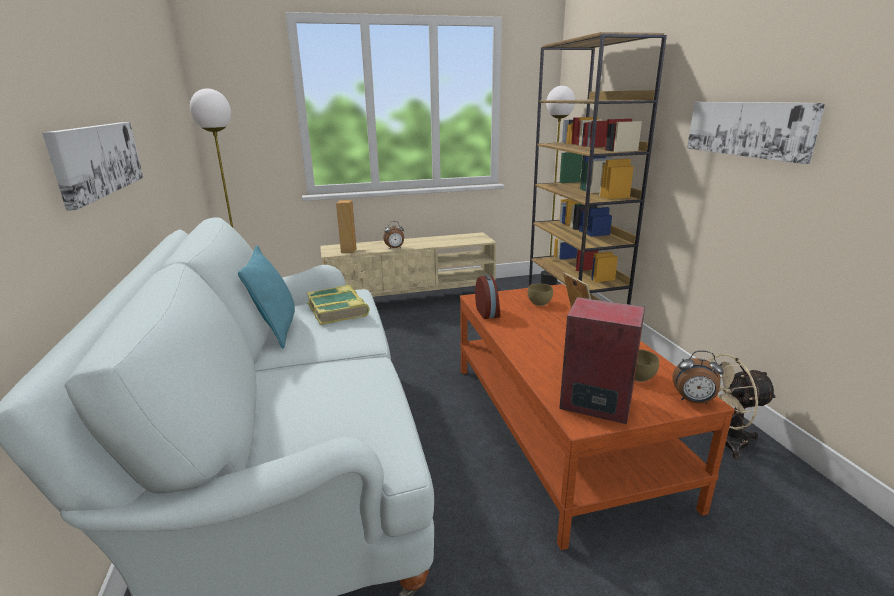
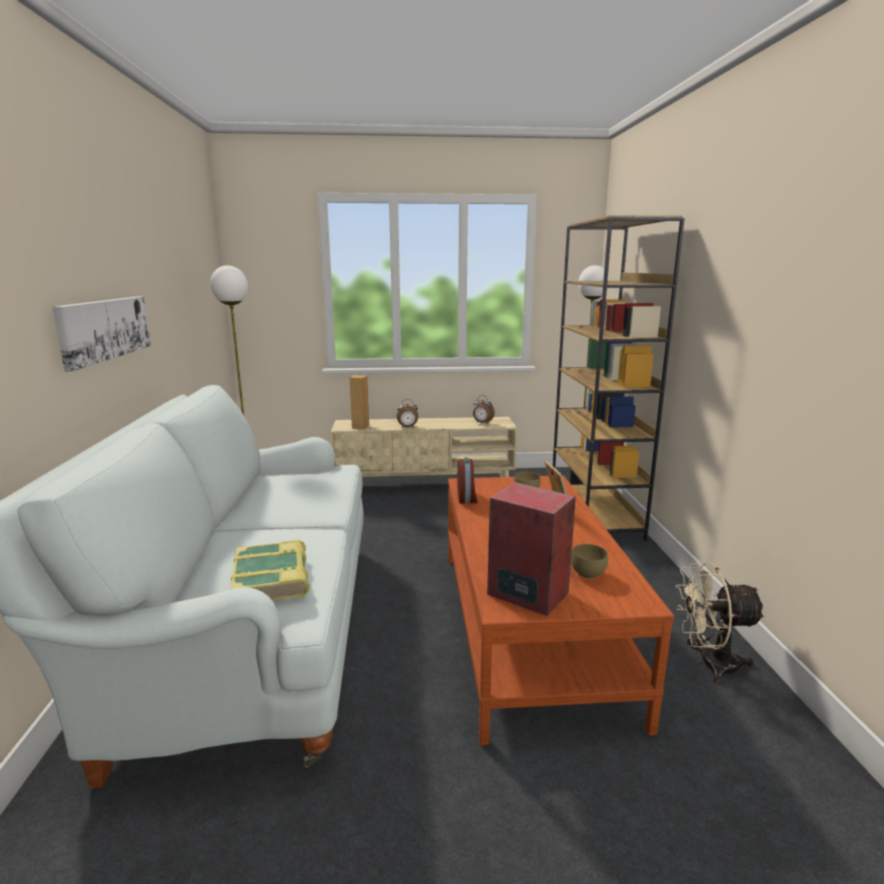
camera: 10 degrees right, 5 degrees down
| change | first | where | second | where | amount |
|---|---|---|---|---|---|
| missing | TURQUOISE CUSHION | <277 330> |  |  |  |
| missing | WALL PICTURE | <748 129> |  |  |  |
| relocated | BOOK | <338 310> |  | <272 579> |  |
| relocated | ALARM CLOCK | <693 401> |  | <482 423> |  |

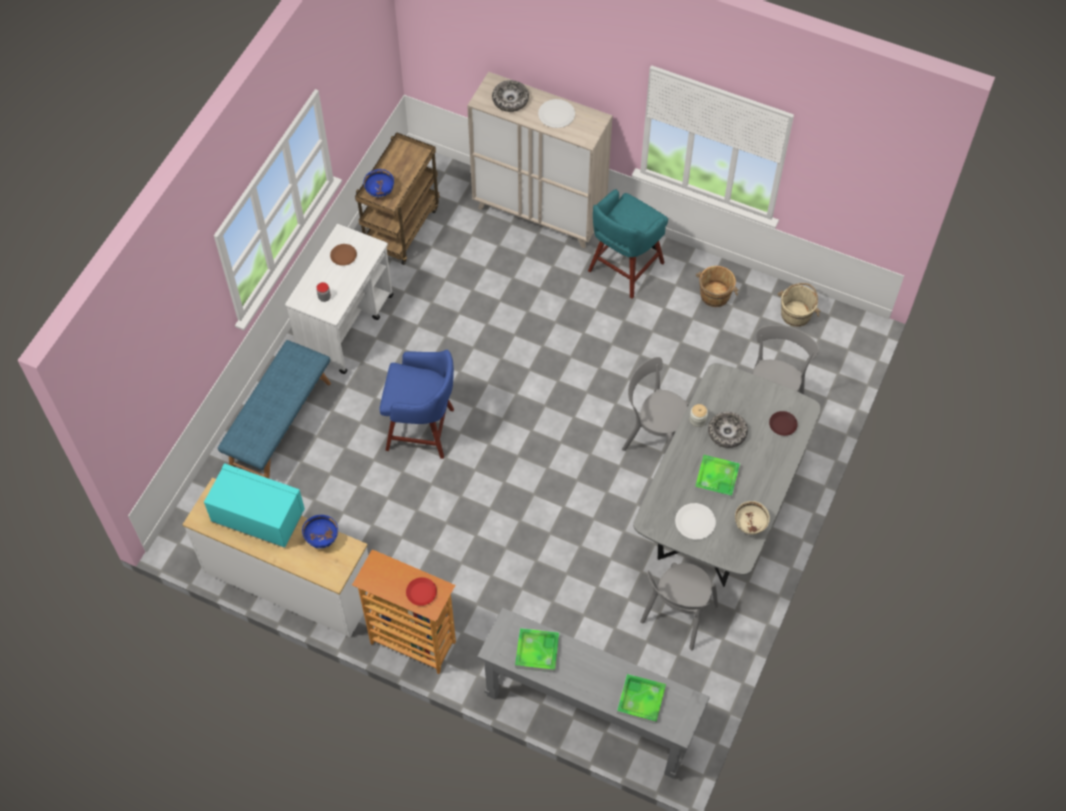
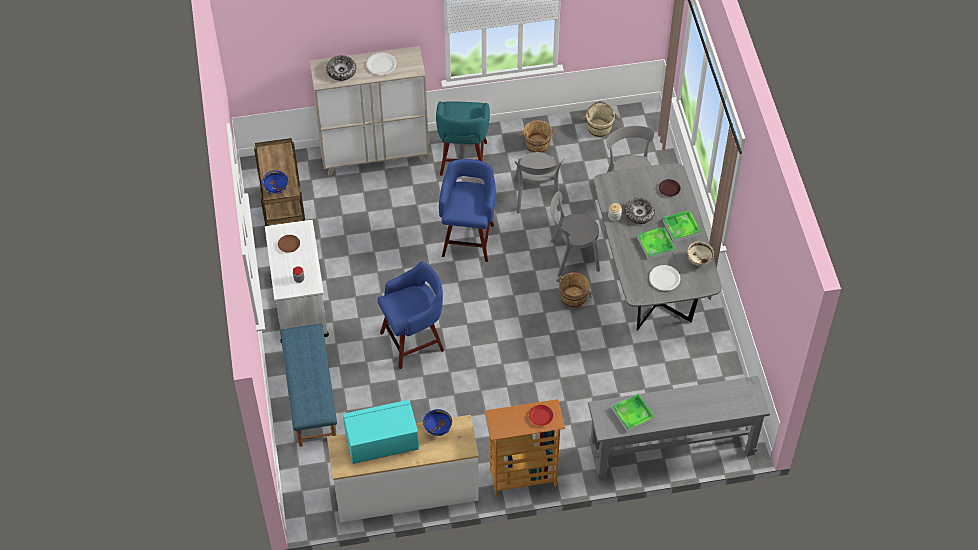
camera: 35 degrees left, 5 degrees down
| change | first | where | second | where | amount |
|---|---|---|---|---|---|
| appeared |  |  | BLUISH STOOL SEAT | <468 238> |  |
| appeared |  |  | BROWN-COLOURED PAIL | <573 298> |  |
| relocated | SERVING TRAY | <641 700> |  | <681 227> |  |
| relocated | GRAY PLAIN CHAIR | <677 617> |  | <537 198> |  |

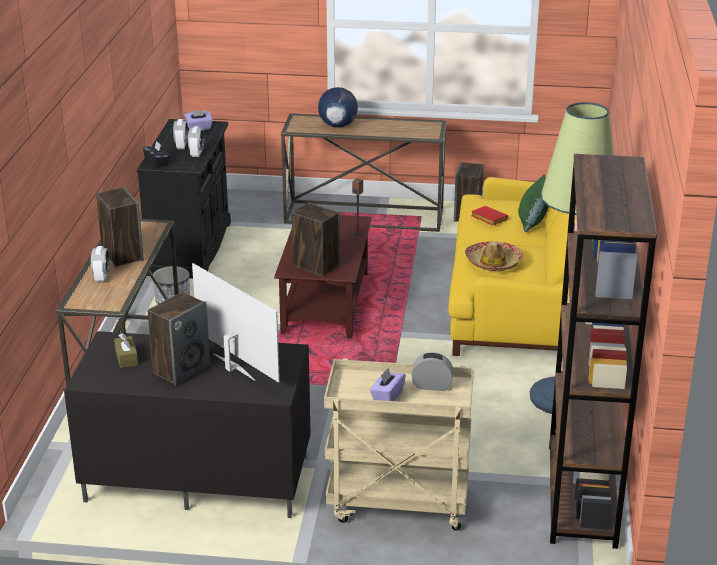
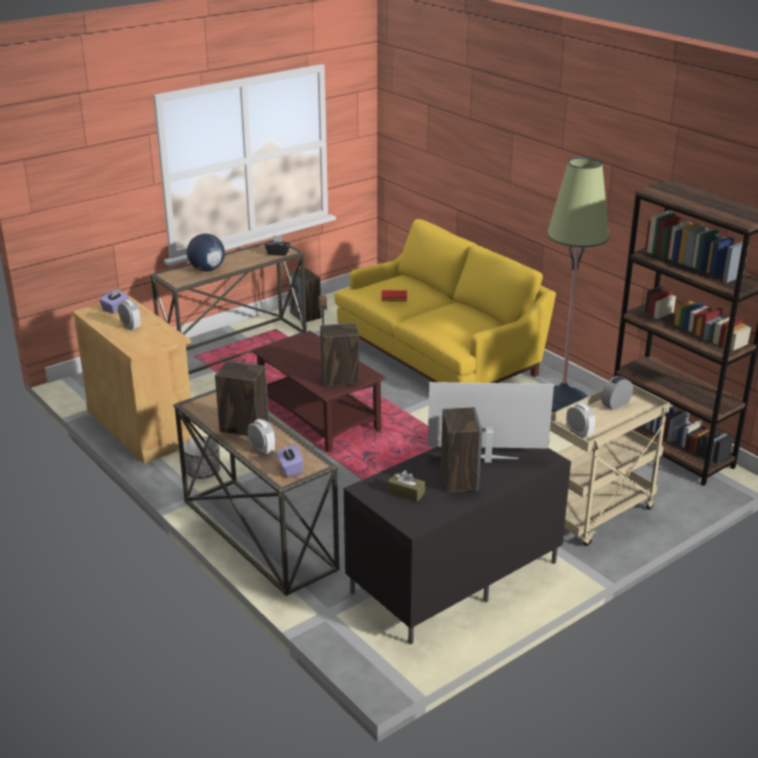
camera: 45 degrees left, 0 degrees up
| change | first | where | second | where | amount |
|---|---|---|---|---|---|
| missing | WEARABLE HAT | <493 262> |  |  |  |
| missing | GREENISH CUSHION | <532 222> |  |  |  |
| relocated | BLACK BOX OF TISSUES | <157 163> |  | <278 253> |  |
| relocated | ALARM CLOCK | <197 154> |  | <579 433> |  |
| relocated | PURPLE BOX OF TISSUES | <387 396> |  | <290 469> |  |
| colour | BLACK STORAGE CABINET | <190 248> | SAND-COLOURED STORAGE CABINET | <141 426> |  |

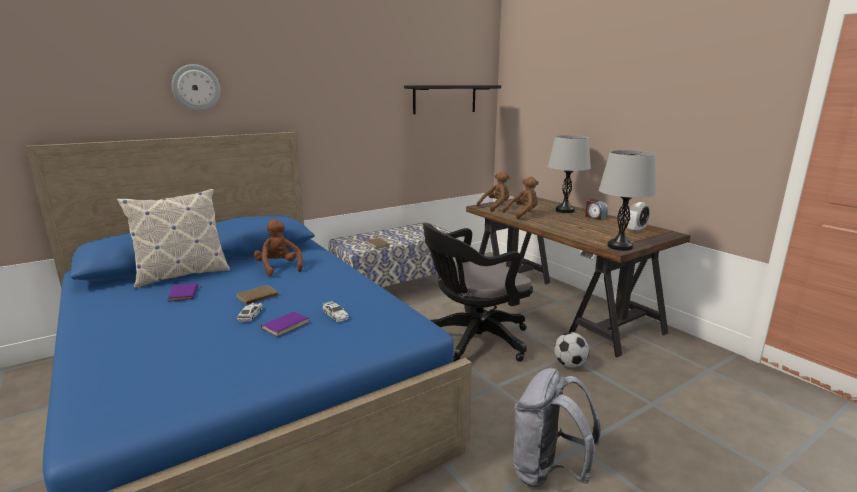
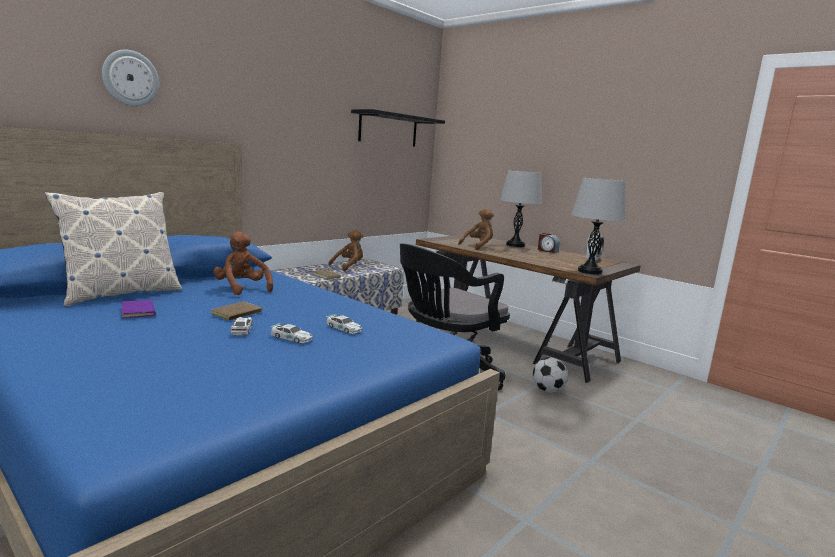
camera: 15 degrees left, 5 degrees down
| change | first | where | second | where | amount |
|---|---|---|---|---|---|
| missing | GRAY RUCKSACK | <548 472> |  |  |  |
| relocated | BROWN-COLOURED PLUSH TOY | <495 207> |  | <349 267> |  |
| exchanged | PURPLE BOOK | <284 325> | TOY CAR | <291 338> |  |

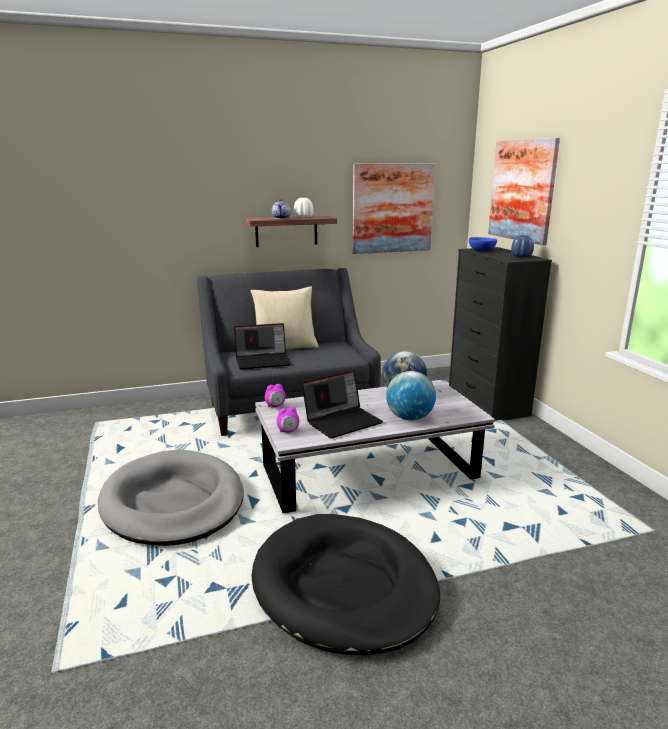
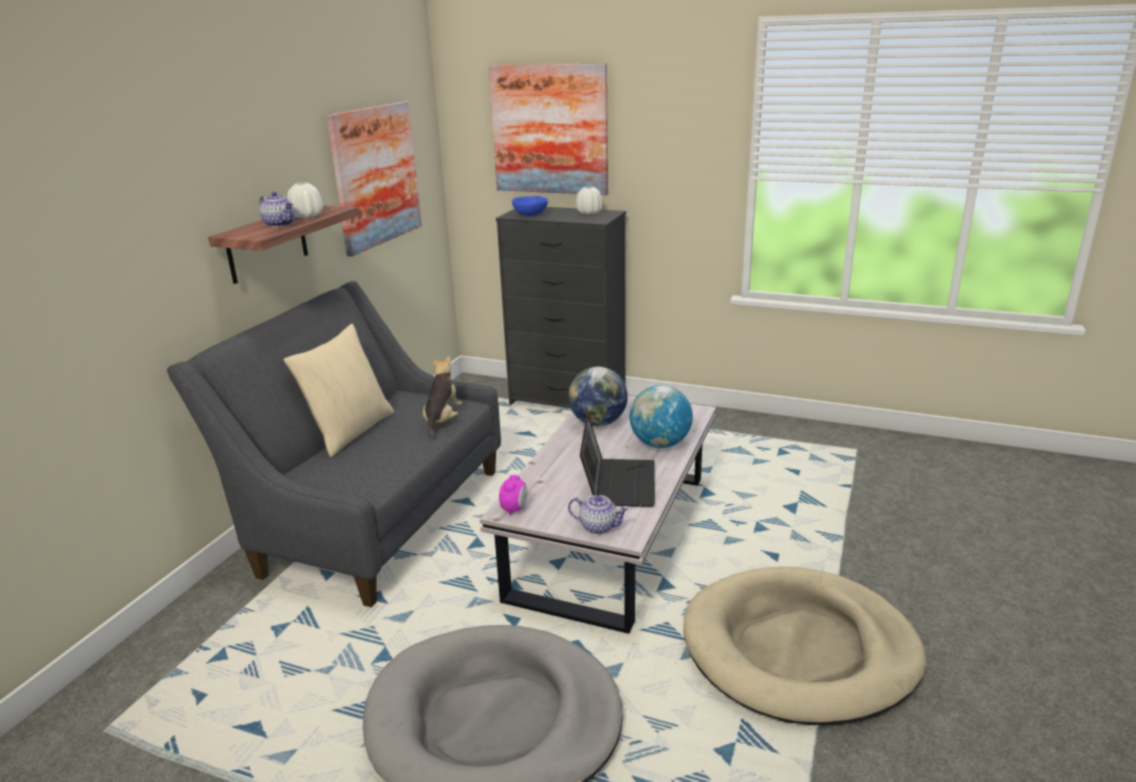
camera: 50 degrees left, 5 degrees up
| change | first | where | second | where | amount |
|---|---|---|---|---|---|
| missing | LAPTOP | <263 361> |  |  |  |
| appeared |  |  | PLUSH TOY | <442 421> |  |
| exchanged | ALARM CLOCK | <288 431> | TEA POT | <599 526> |  |
| colour | BLACK DOG CUSHION | <344 586> | SAND-COLOURED DOG CUSHION | <799 650> |  |
| colour | BLUISH DECORATIVE VASE | <521 256> | WHITE-COLOURED DECORATIVE VASE | <589 213> |  |

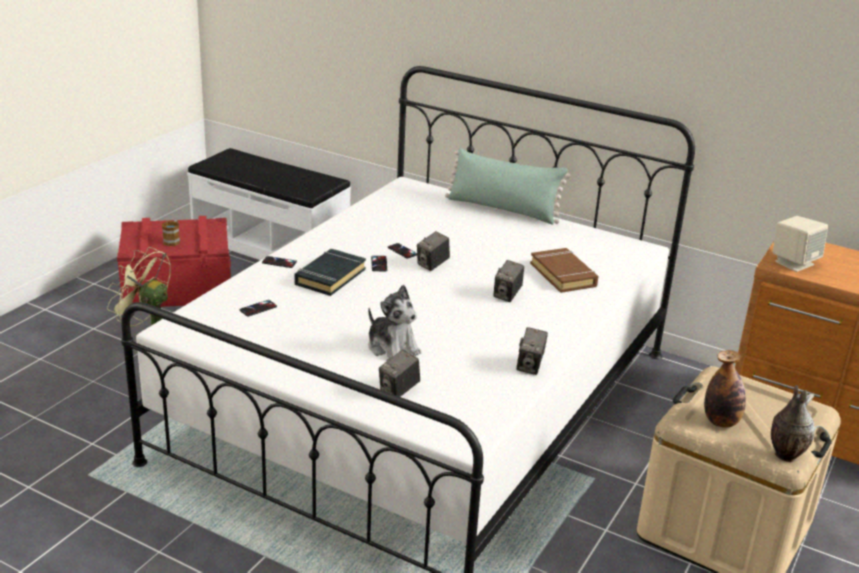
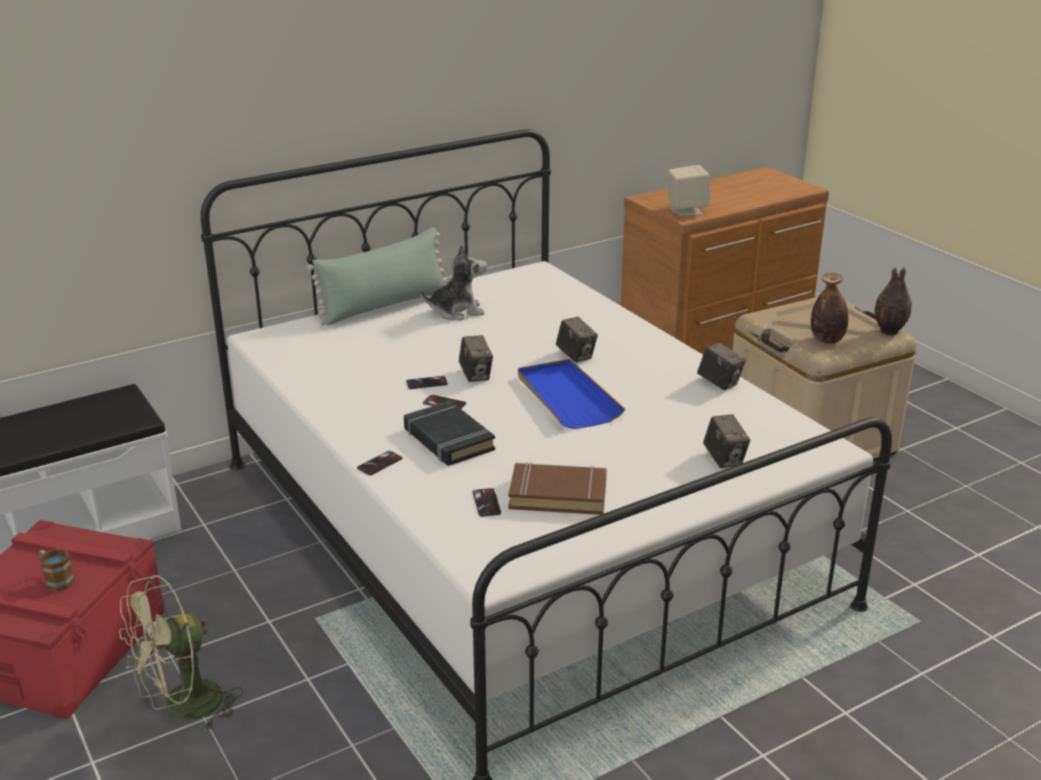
camera: 60 degrees left, 0 degrees up
| change | first | where | second | where | amount |
|---|---|---|---|---|---|
| appeared |  |  | BLUISH SERVING TRAY | <567 397> |  |
| relocated | PLUSH TOY | <392 348> |  | <457 311> |  |
| relocated | BROWN-COLOURED BOOK | <563 275> |  | <558 495> |  |

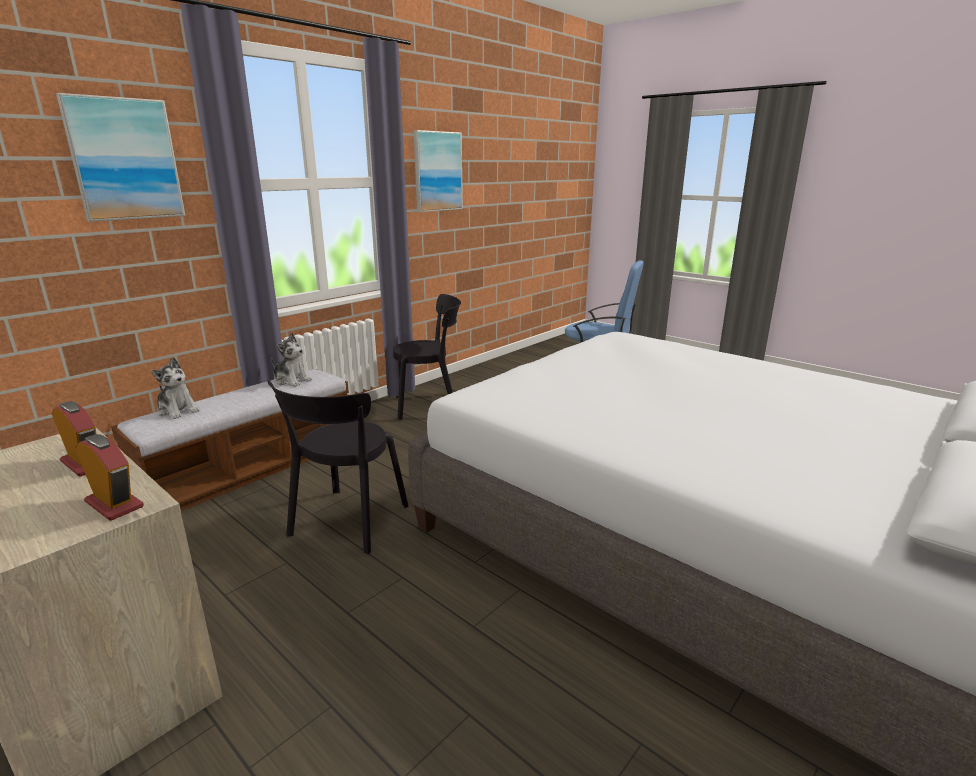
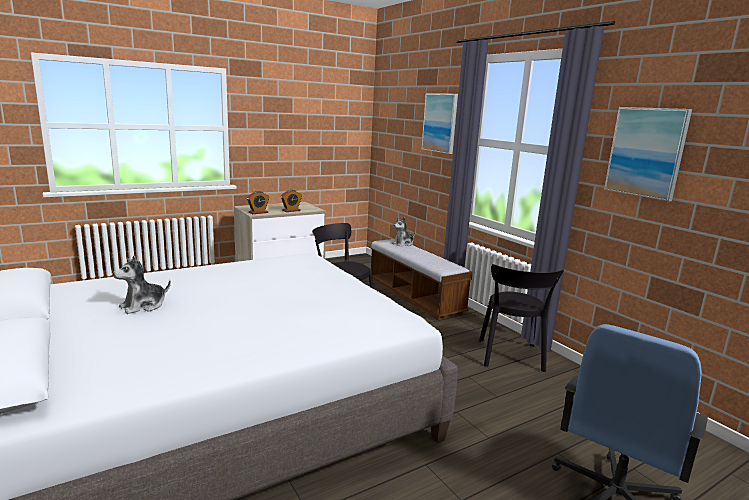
camera: 105 degrees right, 5 degrees down
| change | first | where | second | where | amount |
|---|---|---|---|---|---|
| relocated | PLUSH TOY | <291 380> |  | <143 306> |  |

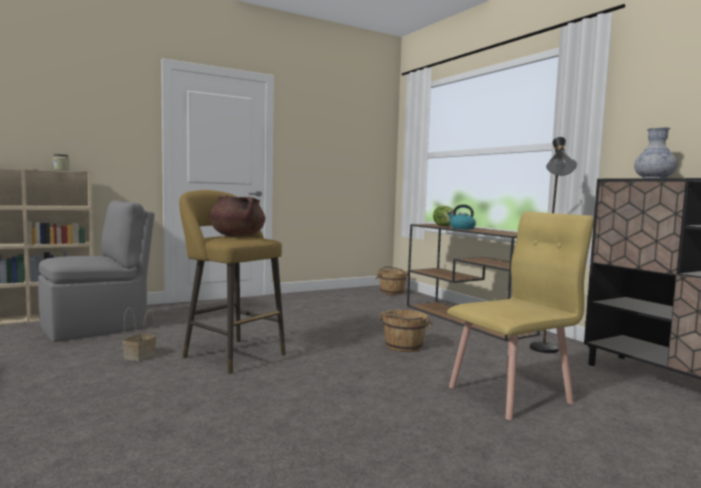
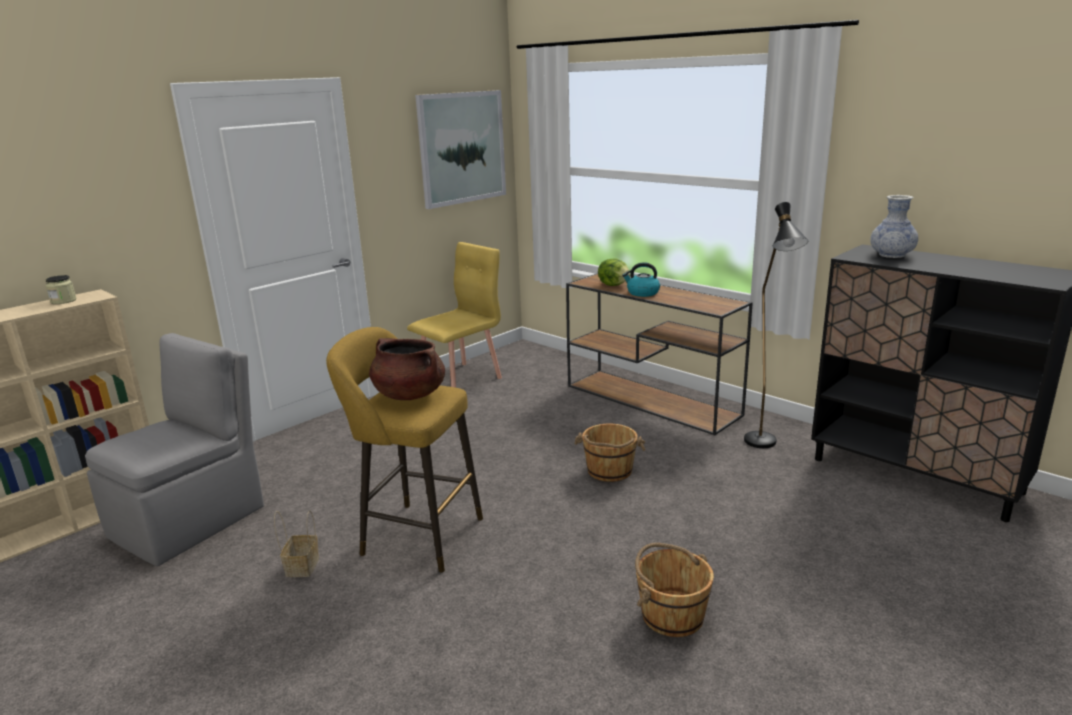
camera: 15 degrees left, 15 degrees up
| change | first | where | second | where | amount |
|---|---|---|---|---|---|
| appeared |  |  | WALL PICTURE | <462 148> |  |
| relocated | BROWN-COLOURED PAIL | <392 292> |  | <671 615> |  |
| relocated | YELLOW PLAIN CHAIR | <511 395> |  | <460 379> |  |

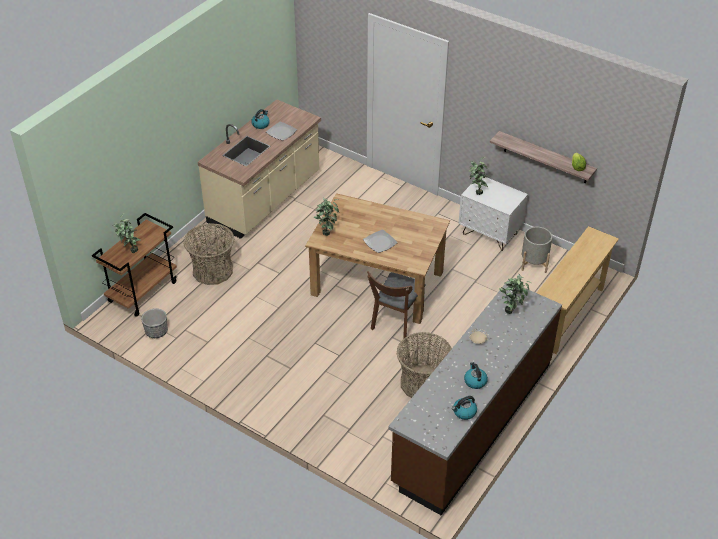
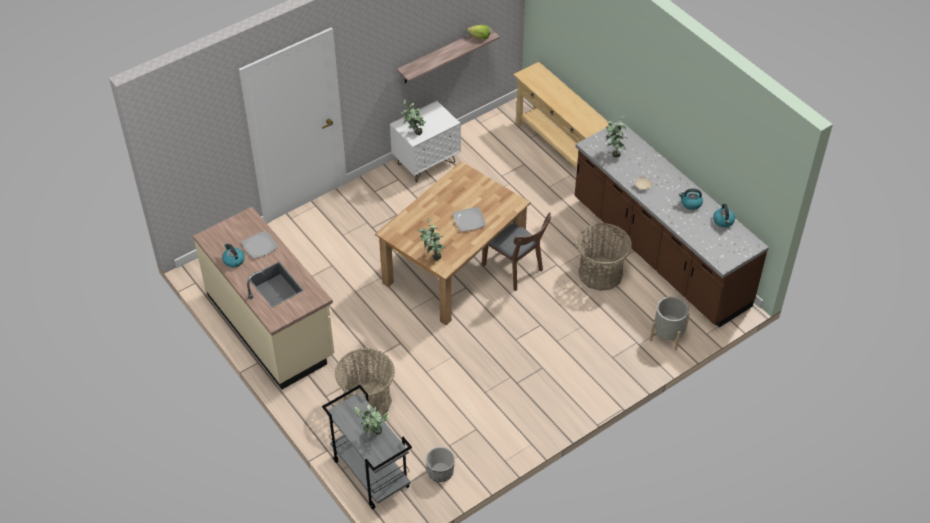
camera: 70 degrees left, 5 degrees up
| change | first | where | second | where | amount |
|---|---|---|---|---|---|
| relocated | GRAY PLANTER | <534 263> |  | <668 335> |  |
| colour | BROWN-COLOURED TROLLEY | <143 291> | GRAY TROLLEY | <370 473> |  |

